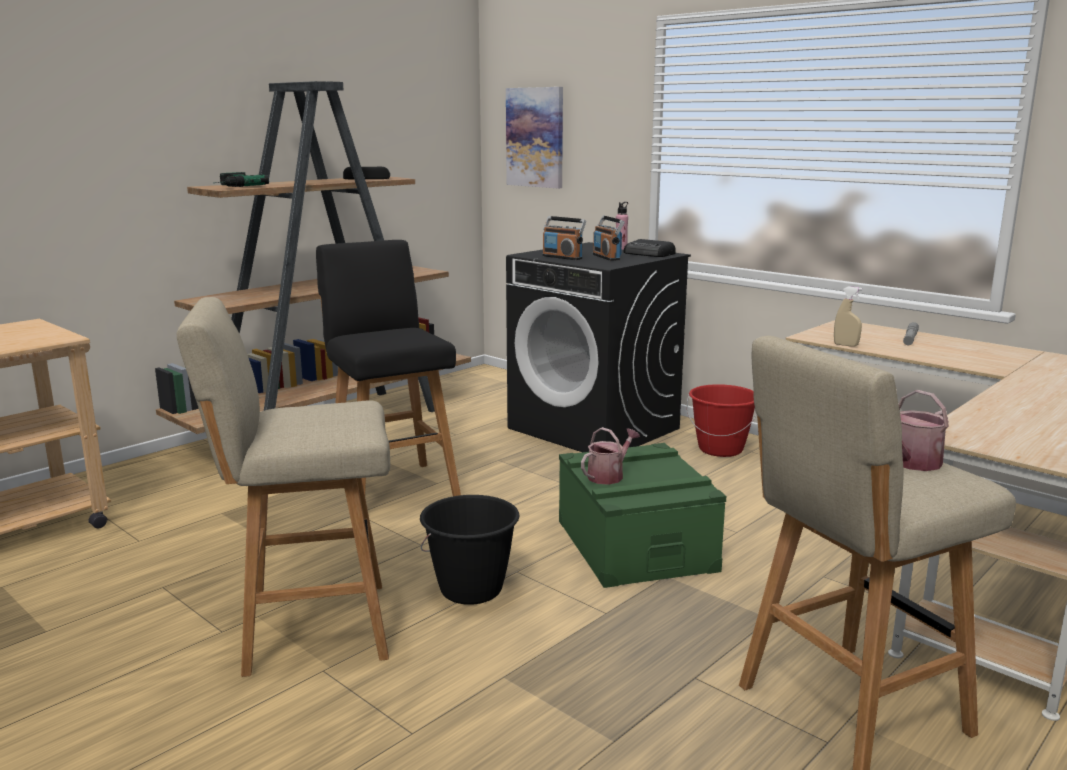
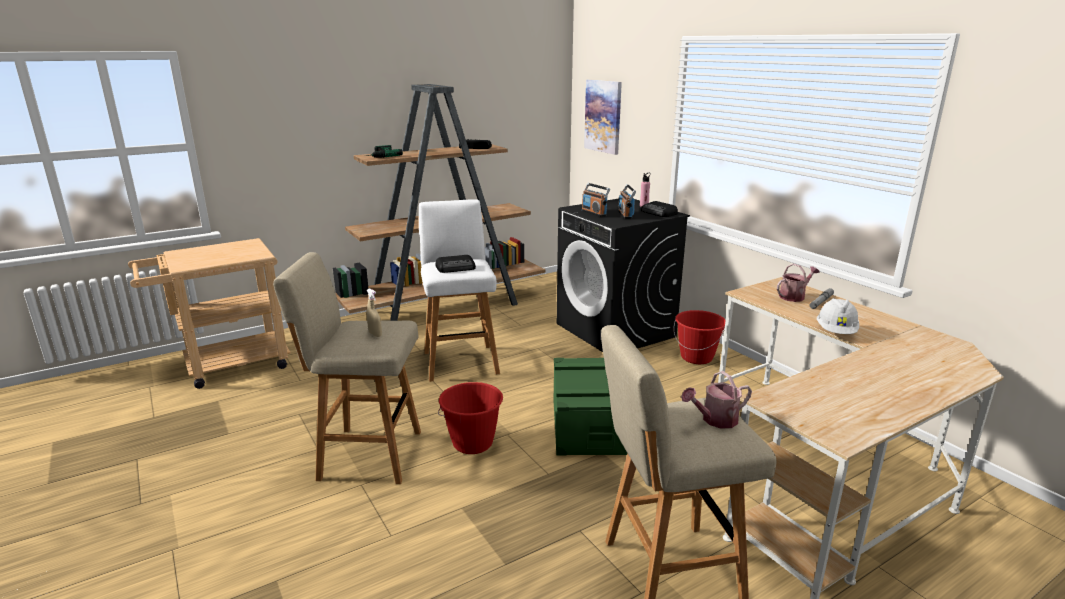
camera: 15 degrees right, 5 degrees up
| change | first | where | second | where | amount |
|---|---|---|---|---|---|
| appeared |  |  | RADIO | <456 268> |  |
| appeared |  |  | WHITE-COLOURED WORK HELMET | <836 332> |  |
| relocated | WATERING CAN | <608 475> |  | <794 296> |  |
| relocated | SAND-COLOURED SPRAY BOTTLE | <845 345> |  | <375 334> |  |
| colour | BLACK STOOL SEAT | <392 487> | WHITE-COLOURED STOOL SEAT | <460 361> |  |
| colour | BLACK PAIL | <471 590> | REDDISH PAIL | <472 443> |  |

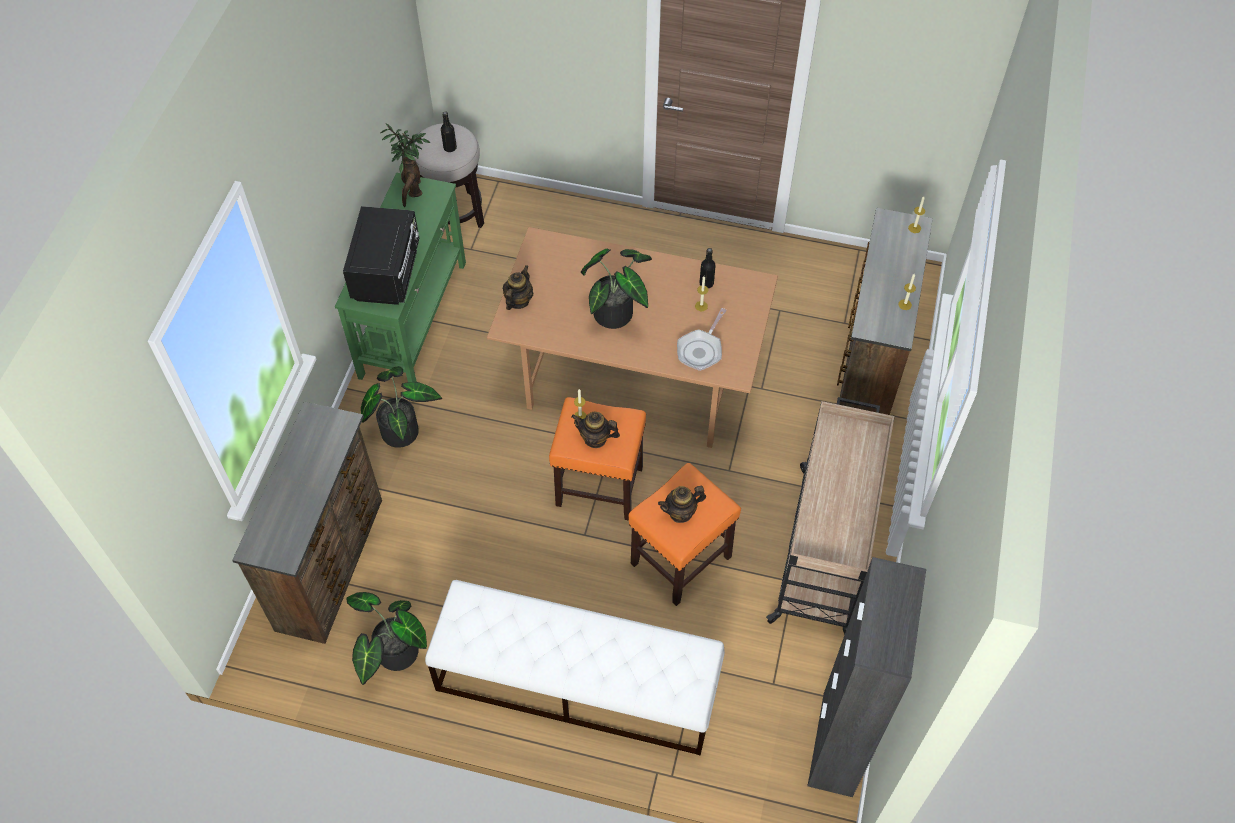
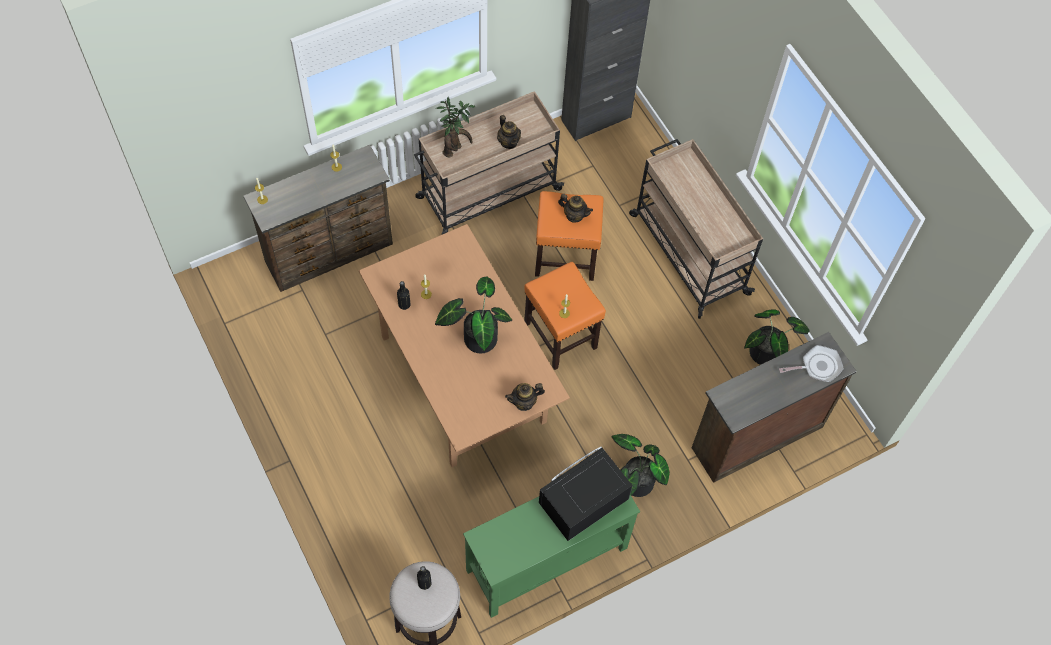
camera: 135 degrees left, 5 degrees up
| change | first | where | second | where | amount |
|---|---|---|---|---|---|
| relocated | POTTED PLANT | <413 191> |  | <455 149> |  |
| relocated | TEA POT | <595 438> |  | <509 142> |  |
| relocated | PAN | <701 350> |  | <817 366> |  |
| exchanged | WHITE-COLOURED LONG SEAT | <576 683> | SAND-COLOURED TROLLEY | <687 252> |  |

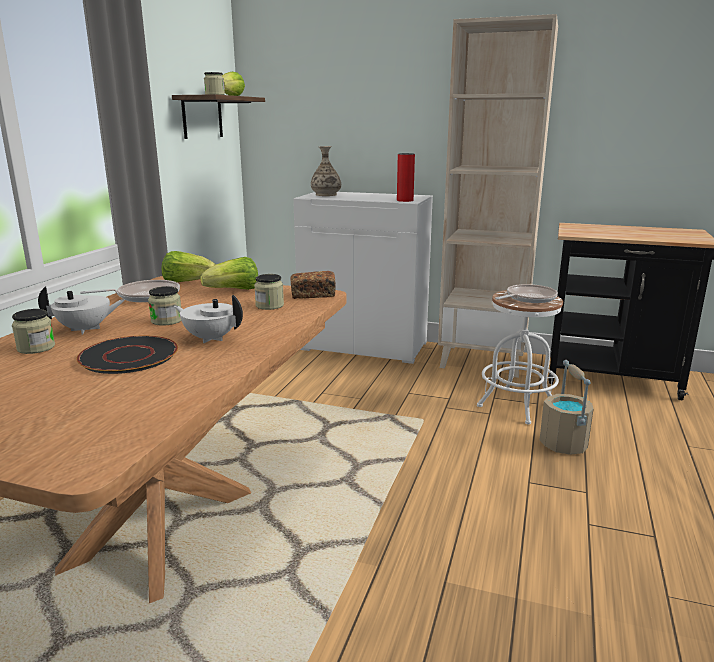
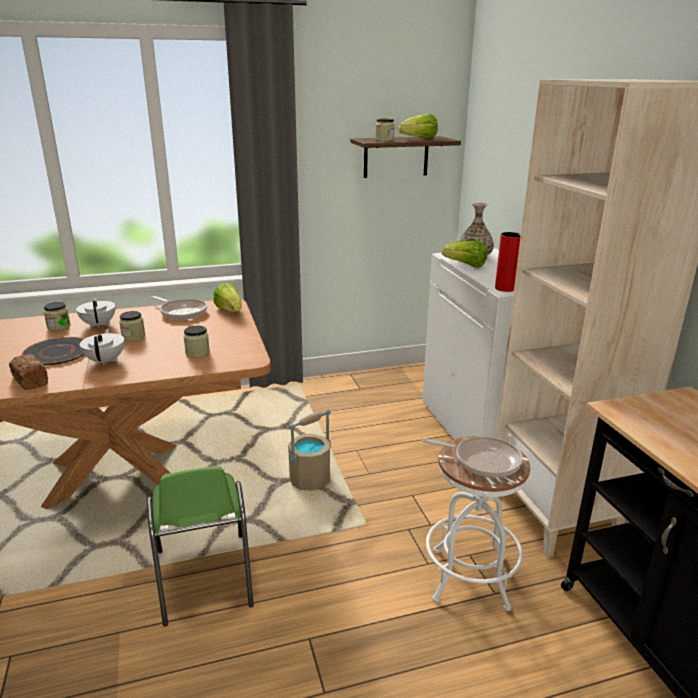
camera: 55 degrees right, 5 degrees up
| change | first | where | second | where | amount |
|---|---|---|---|---|---|
| appeared |  |  | GREENISH PLAIN CHAIR | <204 579> |  |
| relocated | LETTUCE | <234 291> |  | <465 265> |  |
| relocated | BAKERY BREAD | <313 295> |  | <30 380> |  |
| relocated | SAND-COLOURED PAIL | <564 444> |  | <310 479> |  |
| spun | WHITE-COLOURED TEA POT | <85 329> |  | <99 324> | 150 degrees counterclockwise |

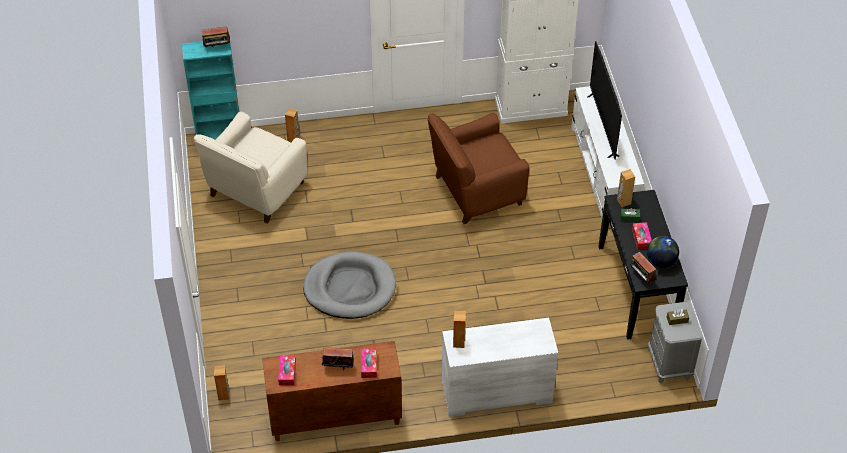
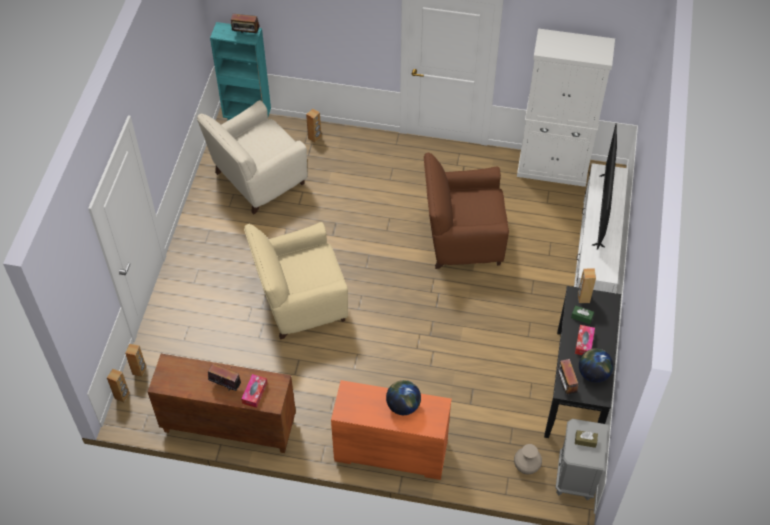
camera: 20 degrees right, 5 degrees up
| change | first | where | second | where | amount |
|---|---|---|---|---|---|
| missing | BOX OF TISSUES | <287 373> |  |  |  |
| appeared |  |  | GLOBE | <403 405> |  |
| appeared |  |  | SAND-COLOURED DECORATIVE VASE | <526 465> |  |
| relocated | BROWN-COLOURED AUDIO SPEAKER | <459 342> |  | <122 396> |  |
| exchanged | GRAY DOG CUSHION | <350 288> | SAND-COLOURED EASY CHAIR | <300 301> |  |
| colour | WHITE-COLOURED CHEST OF DRAWERS | <496 393> | ORANGE CHEST OF DRAWERS | <390 452> |  |

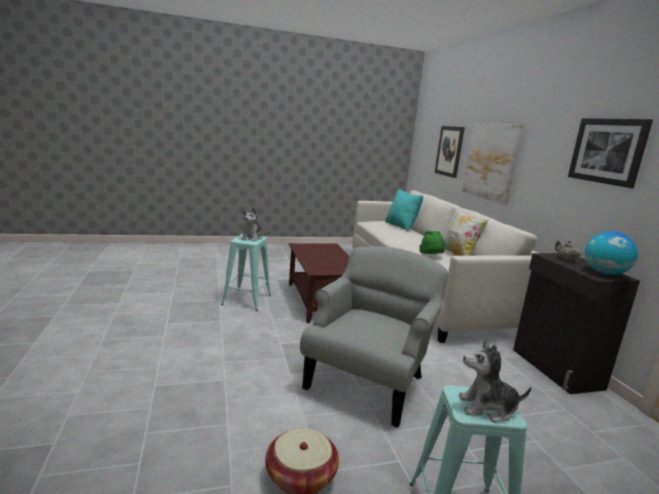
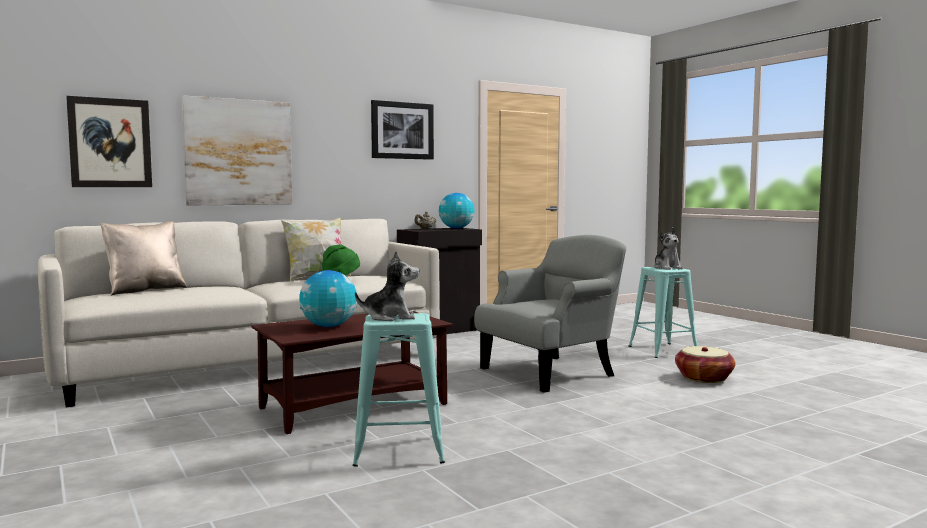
camera: 105 degrees left, 10 degrees down
| change | first | where | second | where | amount |
|---|---|---|---|---|---|
| appeared |  |  | GLOBE | <329 326> |  |
| colour | TURQUOISE CUSHION | <401 226> | SAND-COLOURED CUSHION | <145 290> |  |
| spun | GRAY EASY CHAIR | <368 381> |  | <551 372> | 135 degrees clockwise |

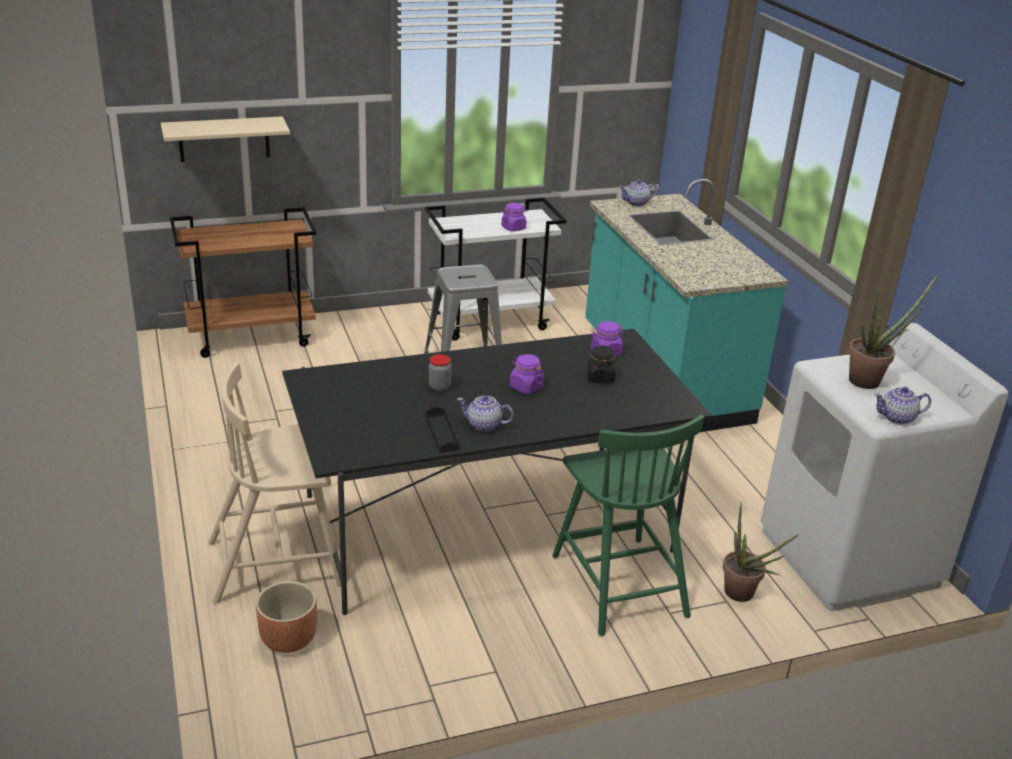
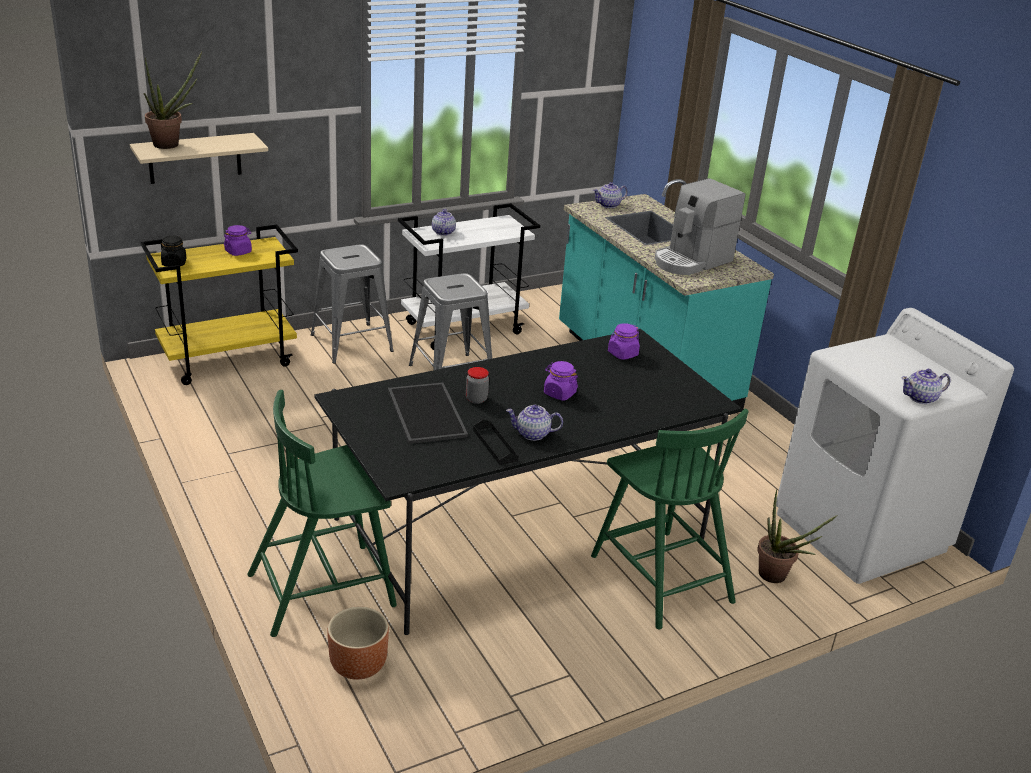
camera: 10 degrees left, 0 degrees up
| change | first | where | second | where | amount |
|---|---|---|---|---|---|
| appeared |  |  | GRAY STOOL SEAT | <351 343> |  |
| appeared |  |  | SERVING TRAY | <424 413> |  |
| appeared |  |  | TEA POT | <443 232> |  |
| appeared |  |  | COFFEE MAKER | <691 261> |  |
| relocated | PURPLE STORAGE JAR | <513 228> |  | <238 252> |  |
| relocated | BLACK STORAGE JAR | <600 378> |  | <174 263> |  |
| relocated | POTTED PLANT | <870 380> |  | <172 144> |  |
| colour | BROWN-COLOURED TROLLEY | <252 336> | YELLOW TROLLEY | <229 359> |  |
| colour | SAND-COLOURED PLAIN CHAIR | <277 562> | GREENISH PLAIN CHAIR | <324 589> |  |

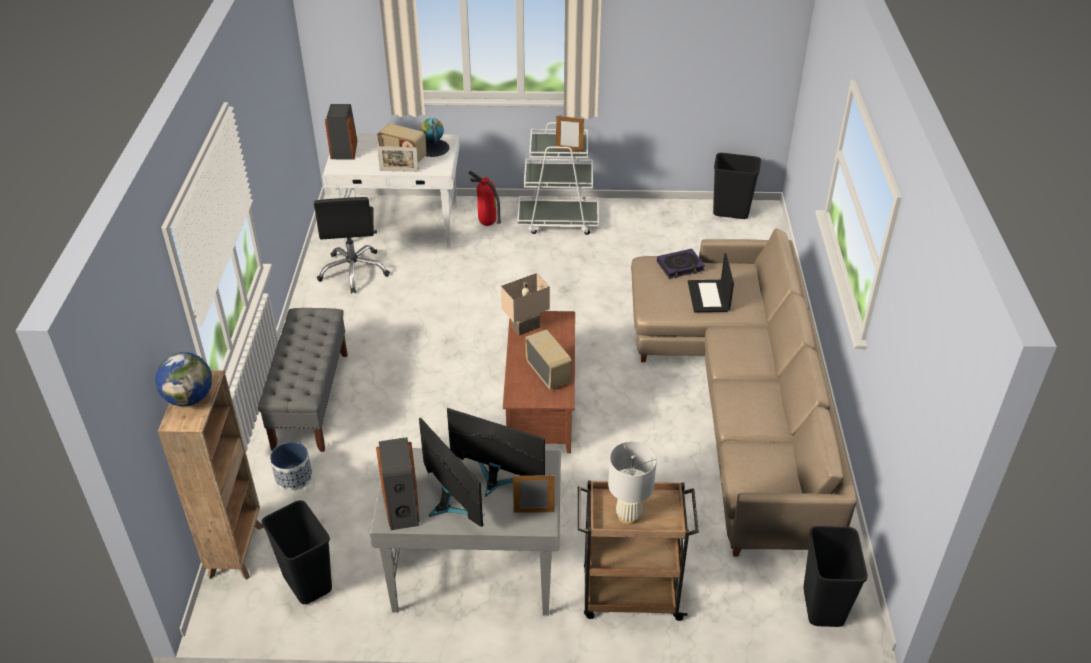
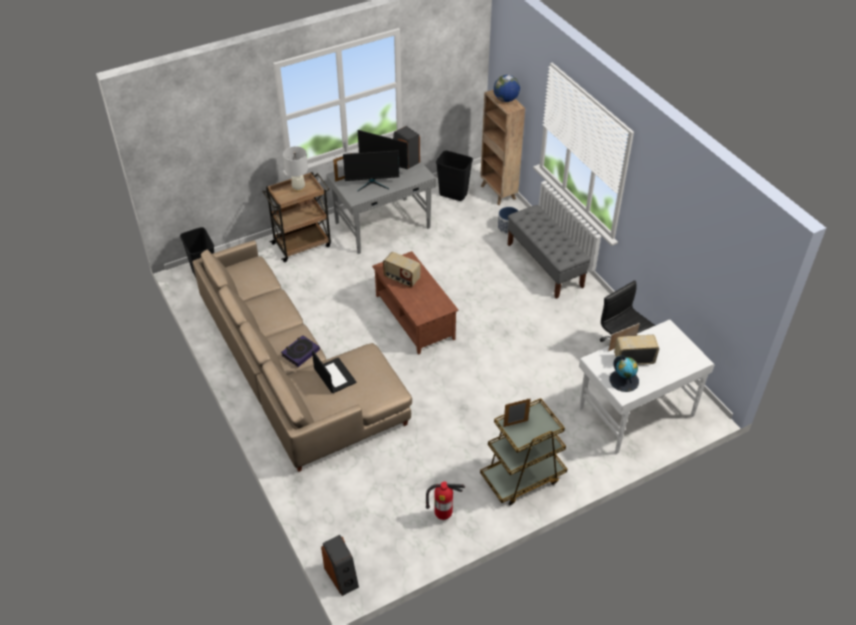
camera: 150 degrees right, 5 degrees up
| change | first | where | second | where | amount |
|---|---|---|---|---|---|
| missing | SAND-COLOURED LAMP FOR A TABLE | <526 328> |  |  |  |
| missing | BLACK TRASH CAN | <730 212> |  |  |  |
| relocated | AUDIO SPEAKER | <345 149> |  | <342 576> |  |
| relocated | FIRE EXTINGUISHER | <487 224> |  | <443 515> |  |
| relocated | BOOK | <680 266> |  | <300 352> |  |
| colour | WHITE-COLOURED TROLLEY | <558 221> | BROWN-COLOURED TROLLEY | <522 477> |  |

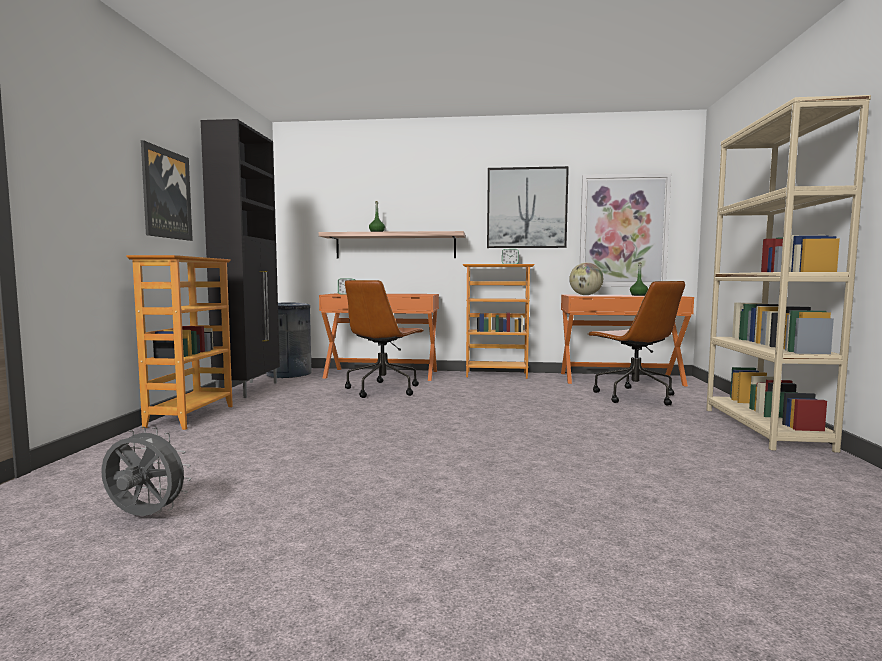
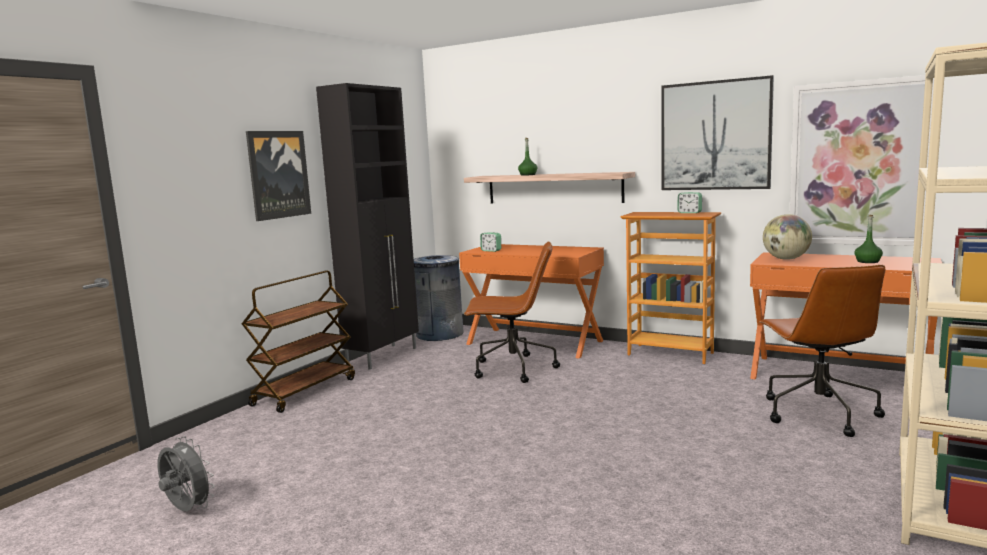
camera: 25 degrees right, 5 degrees up
| change | first | where | second | where | amount |
|---|---|---|---|---|---|
| exchanged | BOOKCASE | <190 416> | BROWN-COLOURED TROLLEY | <304 391> |  |
| spun | BROWN-COLOURED COMPUTER CHAIR | <383 389> |  | <512 369> | 135 degrees counterclockwise |

